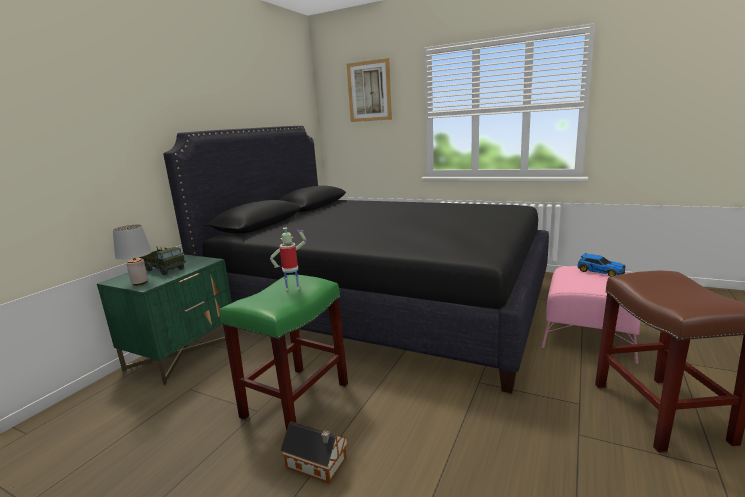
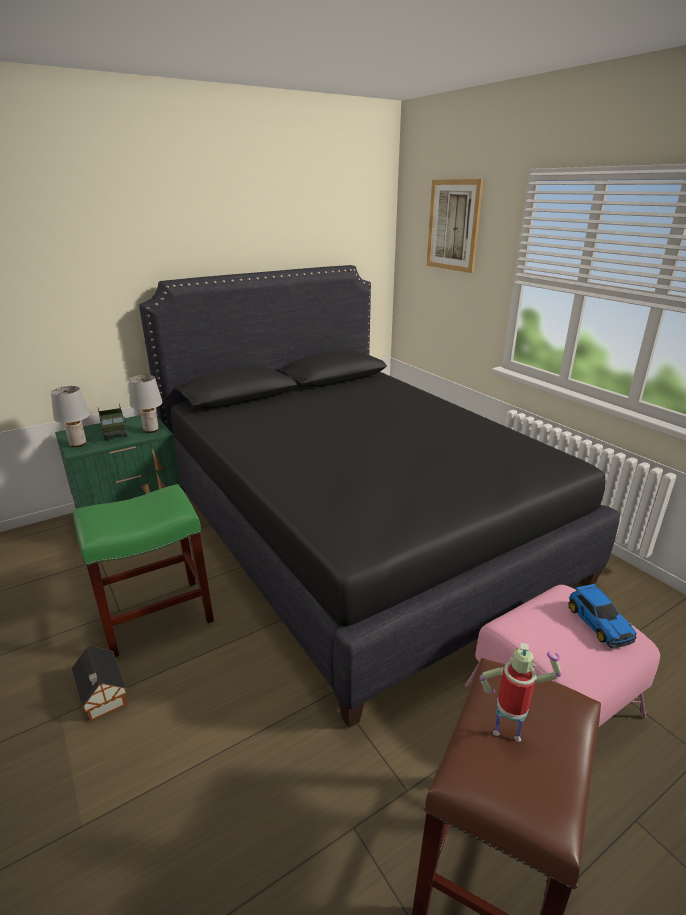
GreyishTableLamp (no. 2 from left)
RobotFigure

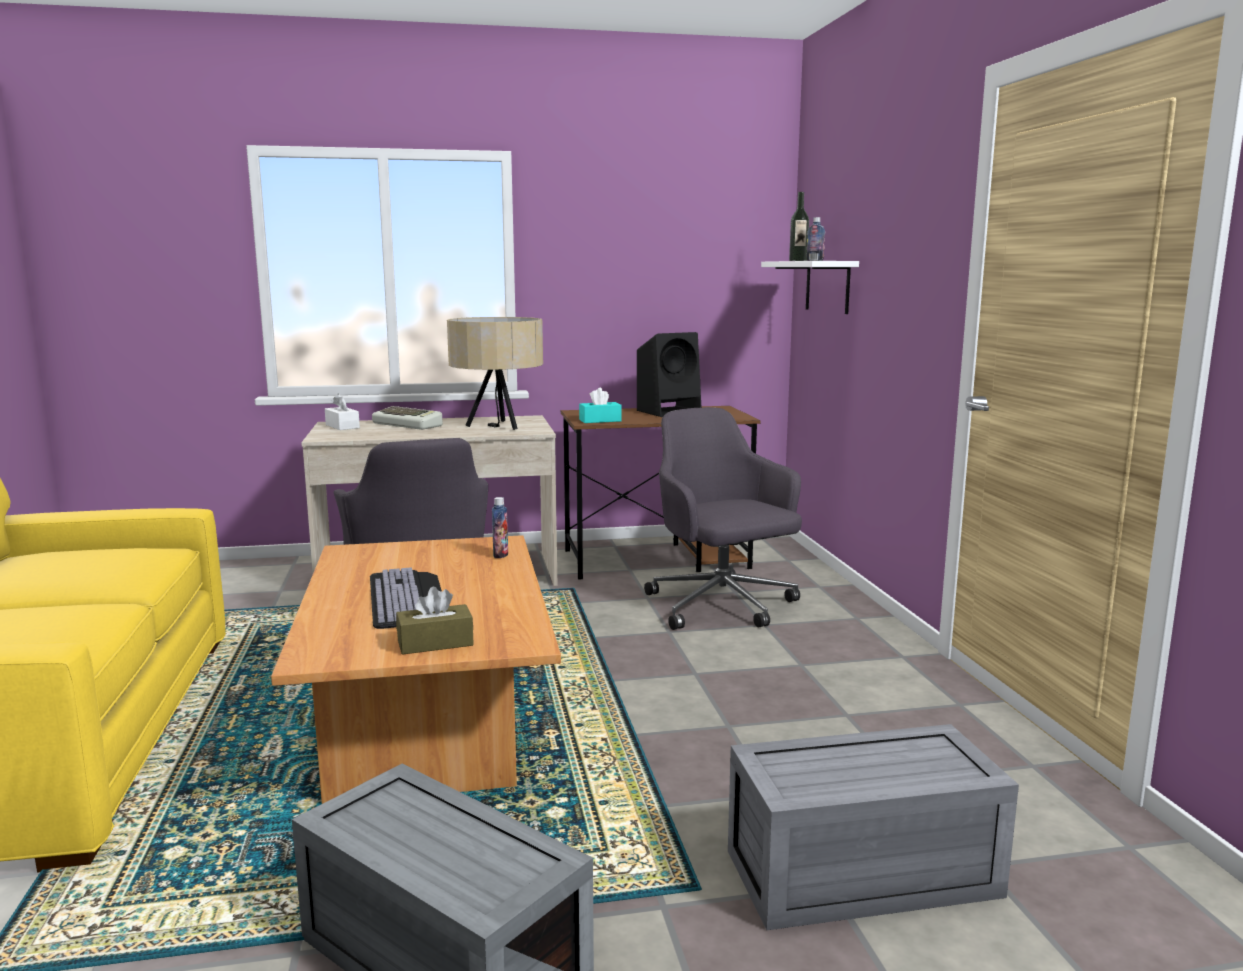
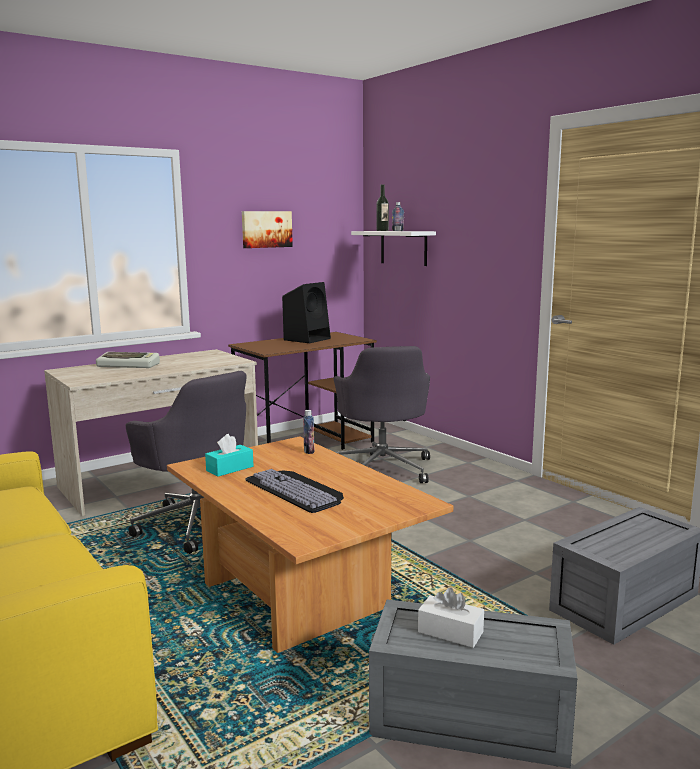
TurquoiseColouredTissueHolder
WallArt
GreyishOfficeChair (no. 2 from left)
WhitishTissueHolder
BrownColouredTissueHolder
BeigeTableLamp

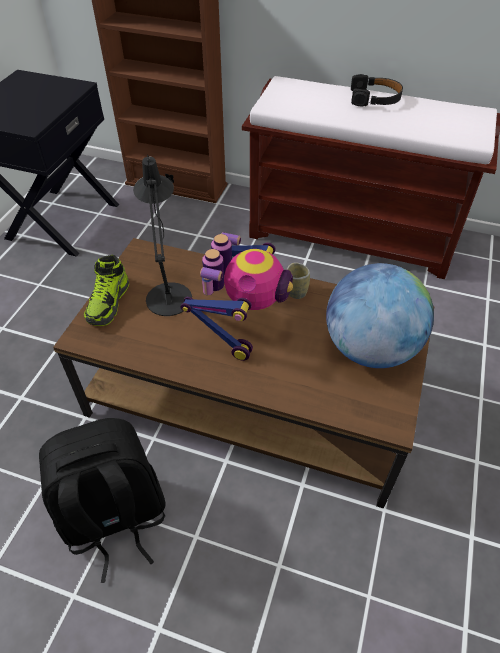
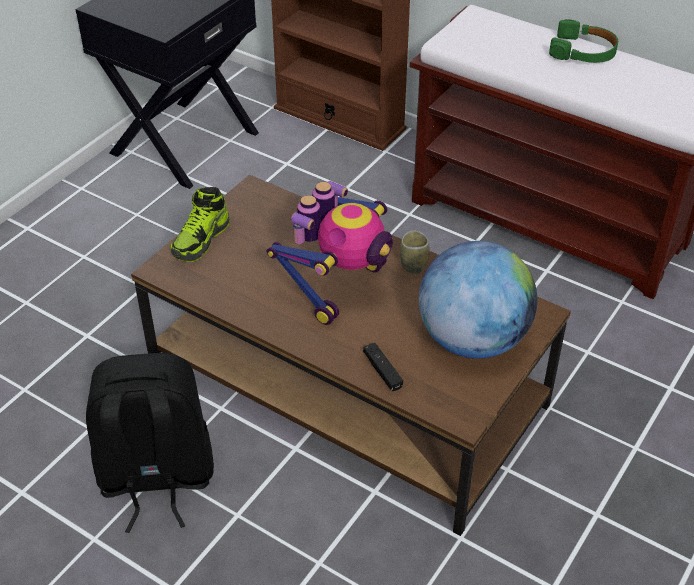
BlackishJoypad
GreenPairOfHeadphones
BlackishTableLamp

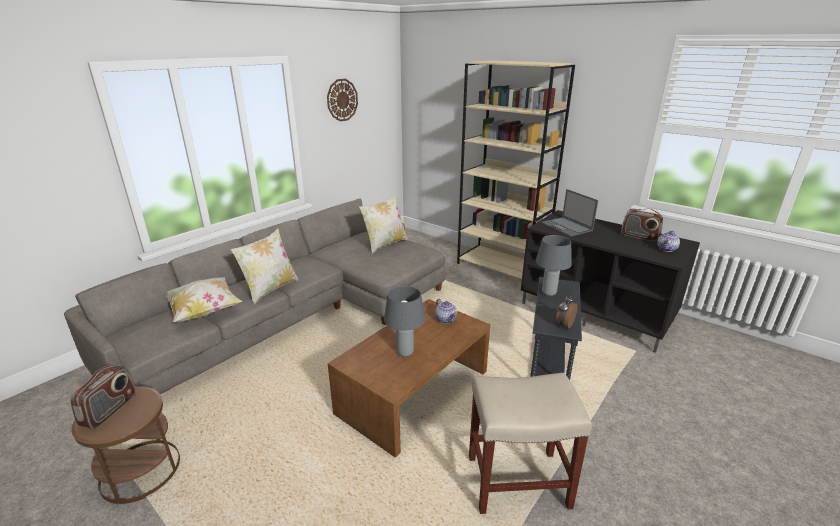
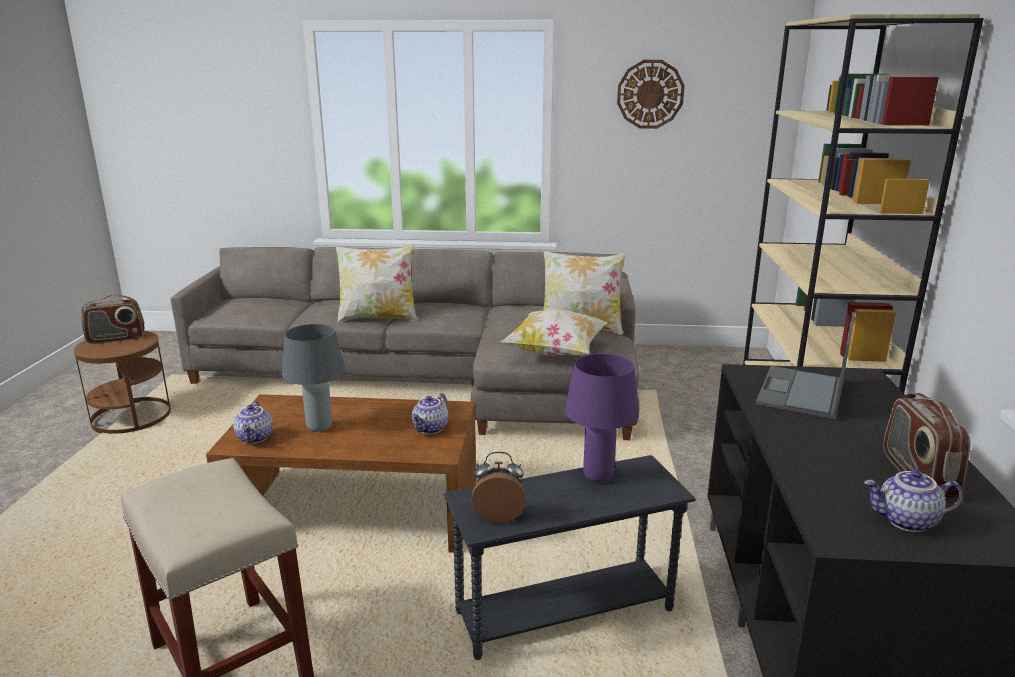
TeaPot (no. 1 from left)
Cushion (no. 2 from left)
PurpleColouredTableLamp

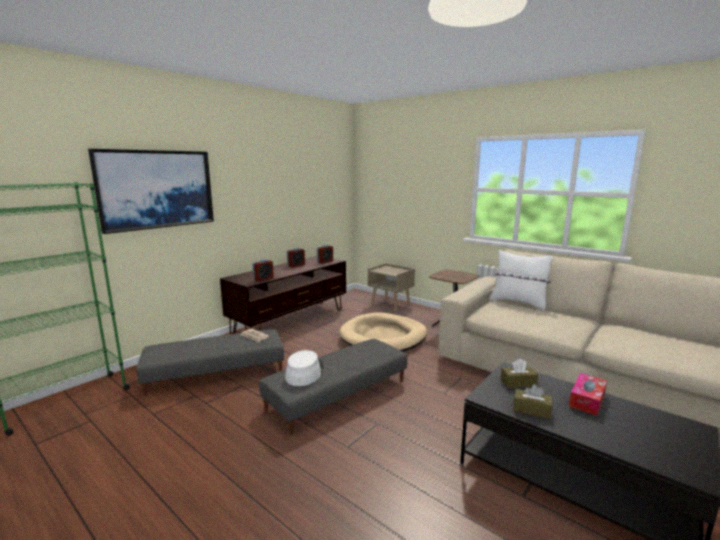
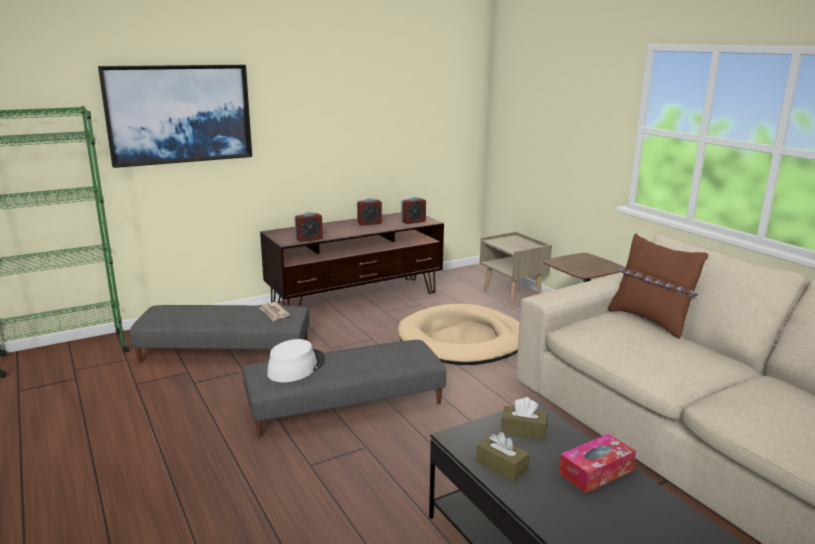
BrownColouredCushion

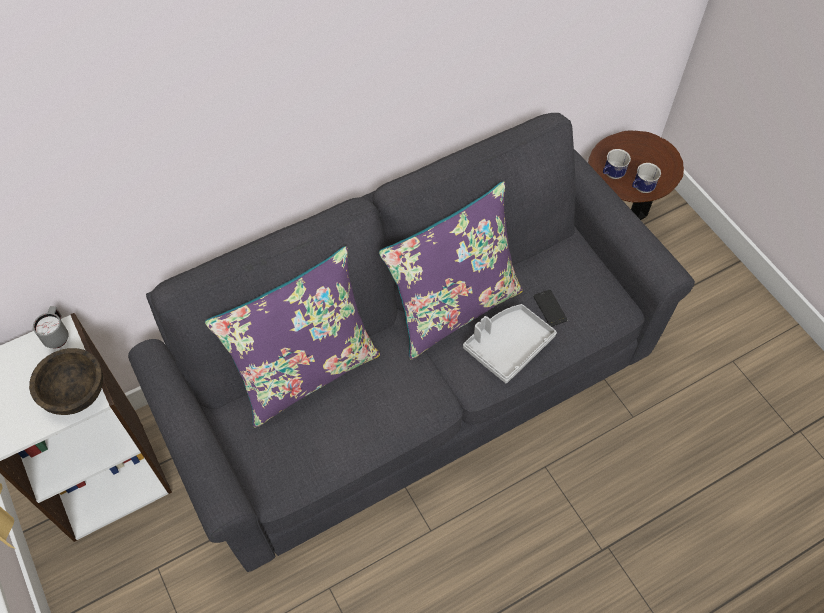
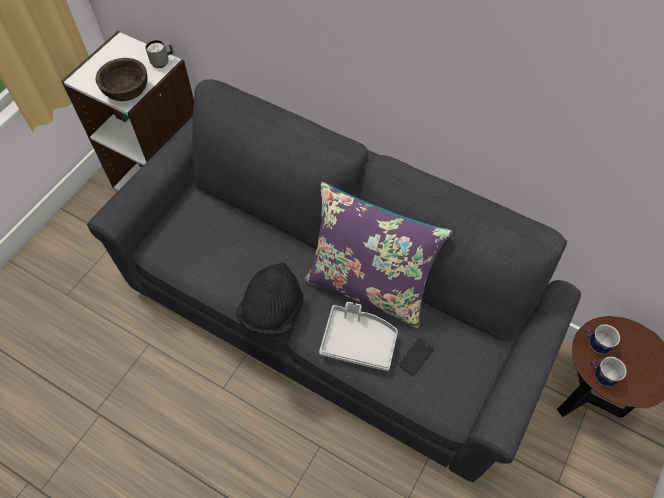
BlackishWearableHat
PurpleColouredCushion (no. 1 from left in the first image)

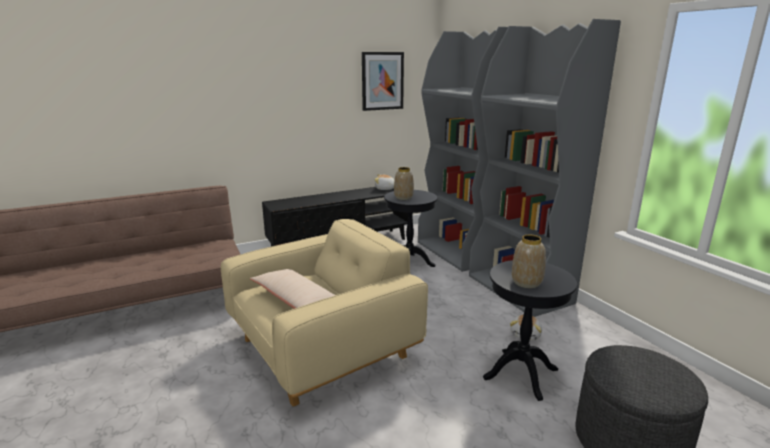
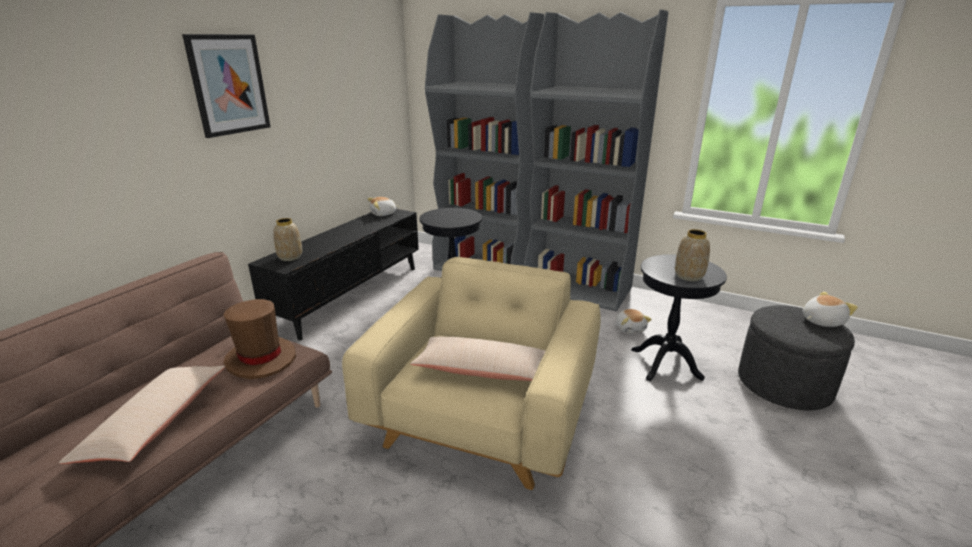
BeigeCushion (no. 1 from left)
WallArt
BrownColouredWearableHat
Vase (no. 1 from left)
SoftToy (no. 3 from left)

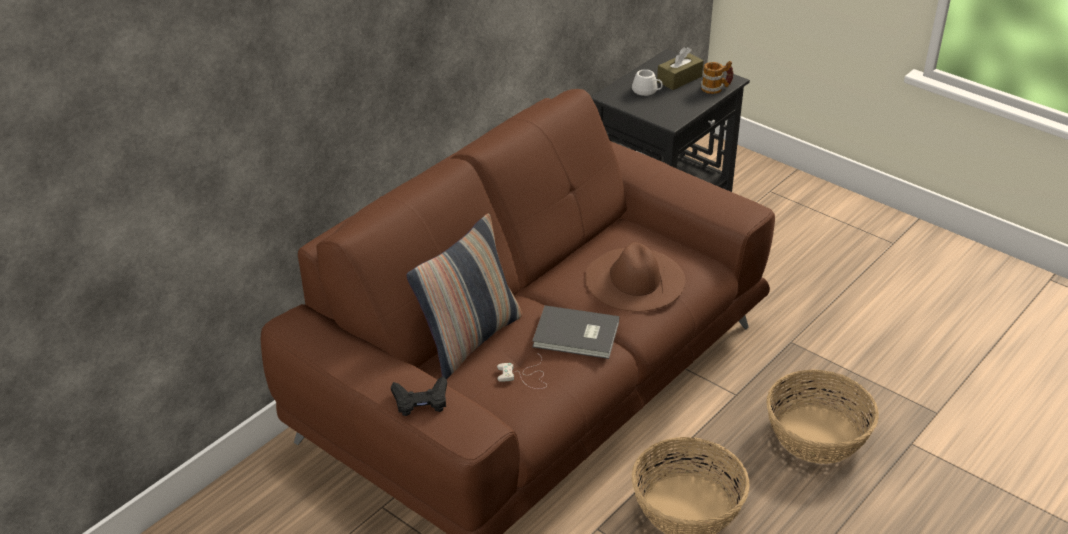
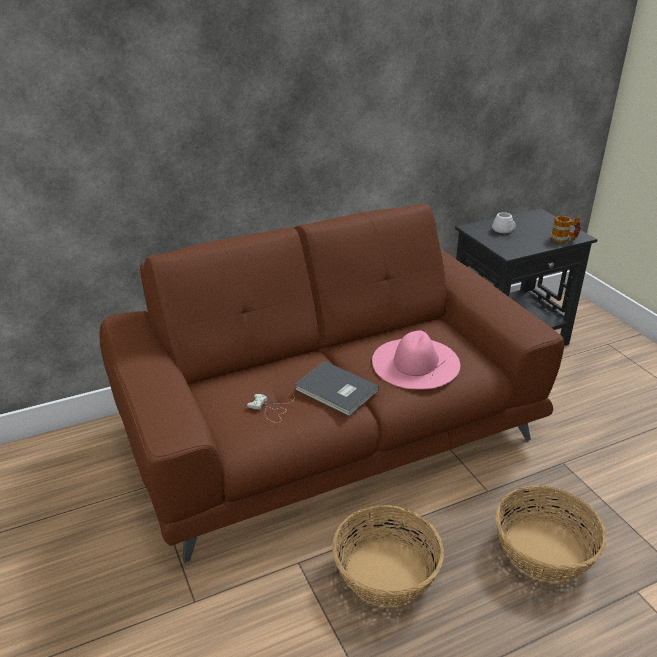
PinkWearableHat
BlackishJoypad
Cushion
BrownColouredTissueHolder

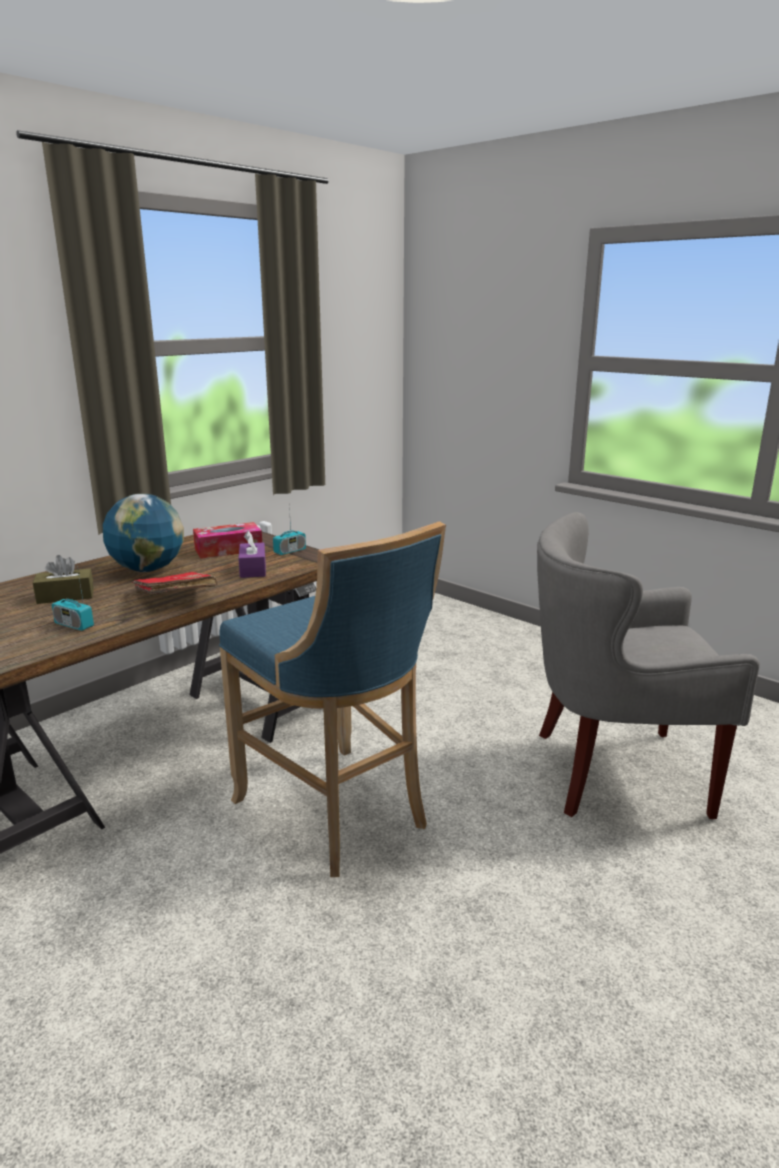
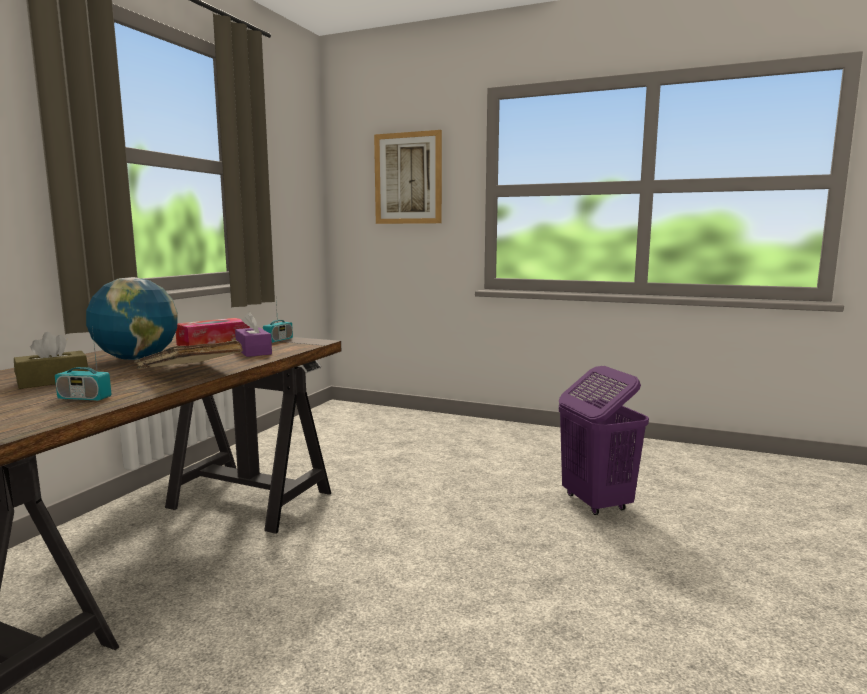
BeigeBoundBook
WallArt
PurpleColouredWashingBasket
BluishSittingStool

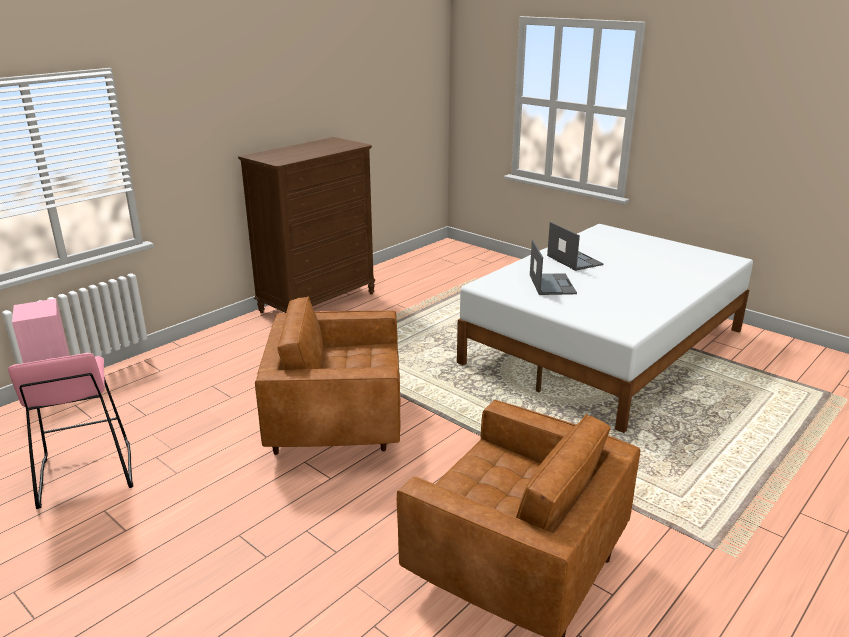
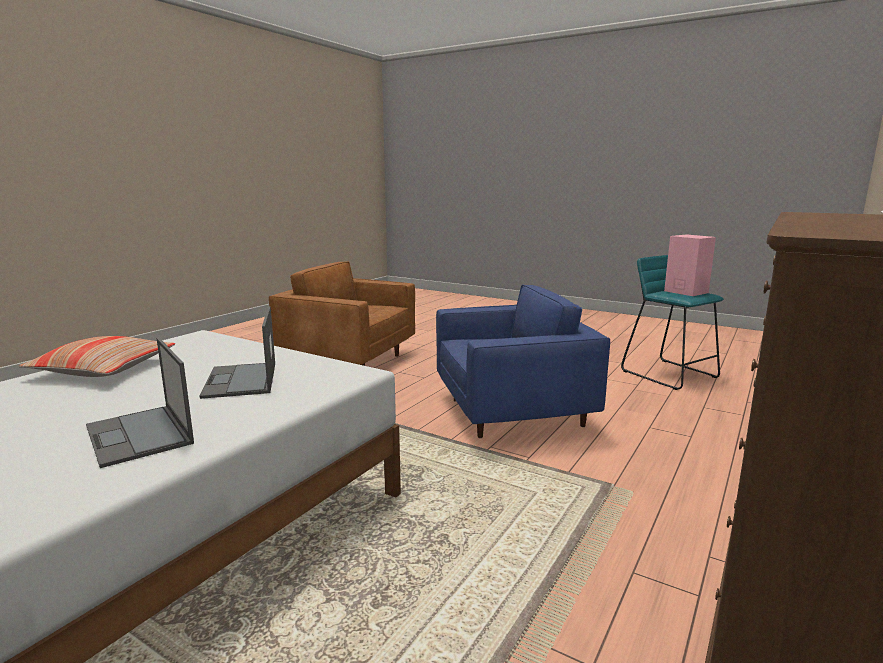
Cushion
BluishEasyChair
TurquoiseColouredSittingStool

